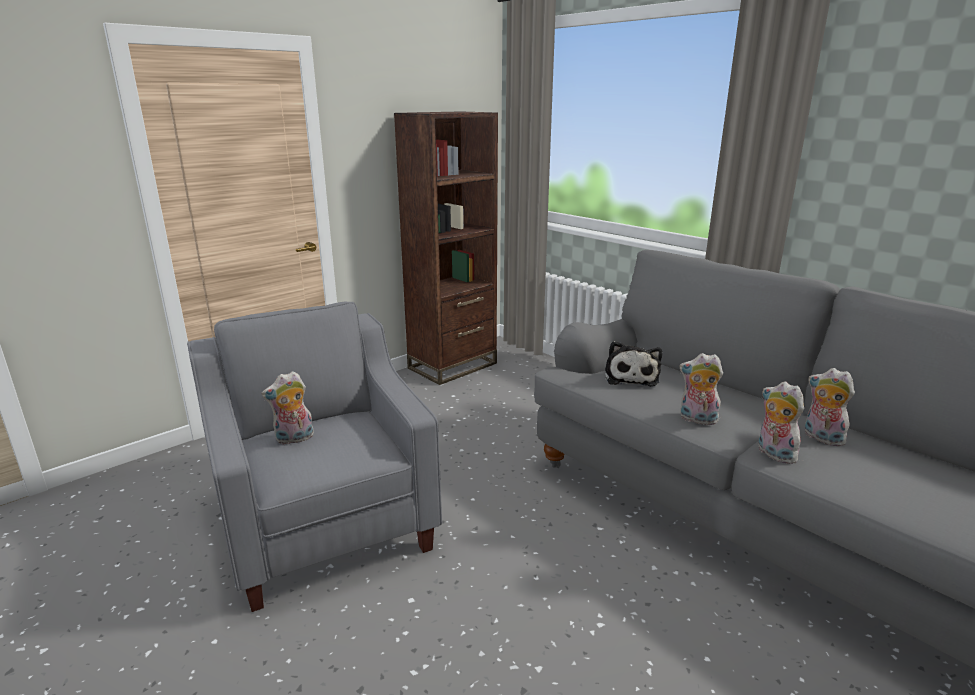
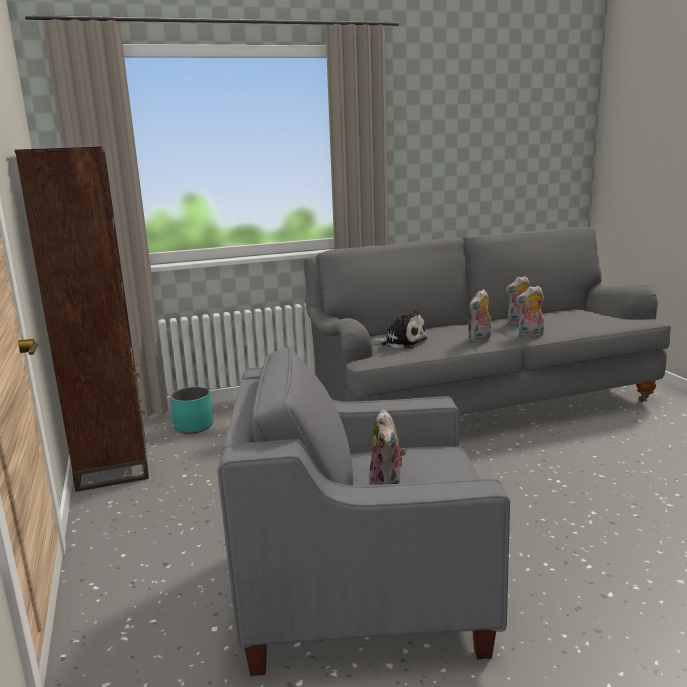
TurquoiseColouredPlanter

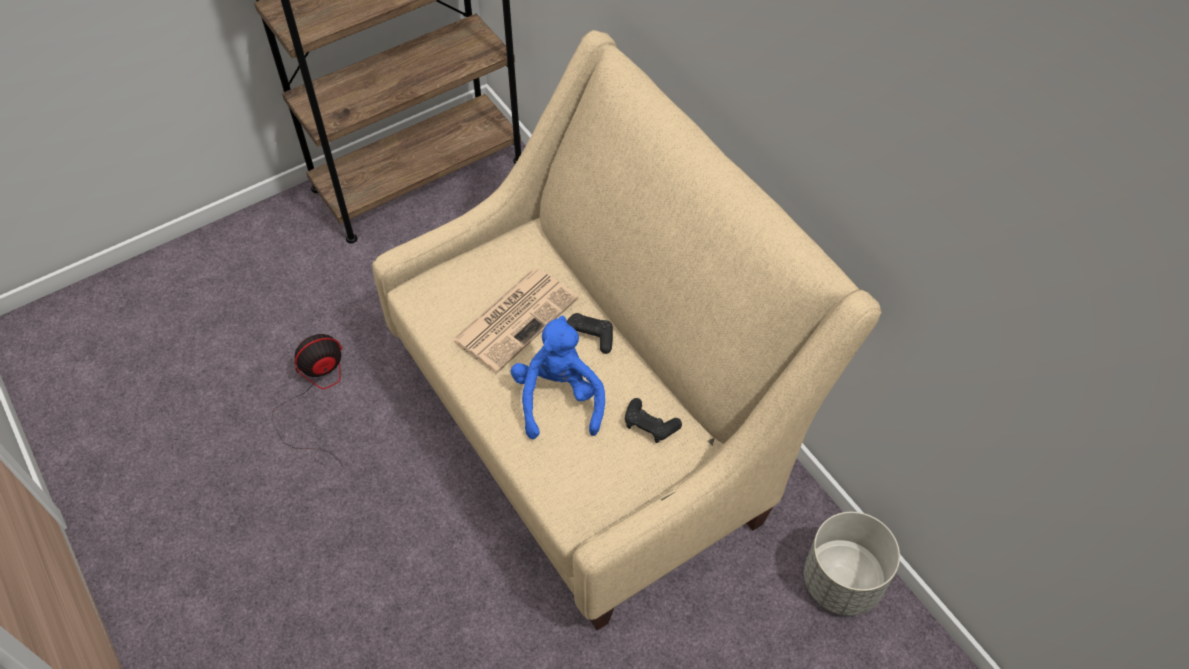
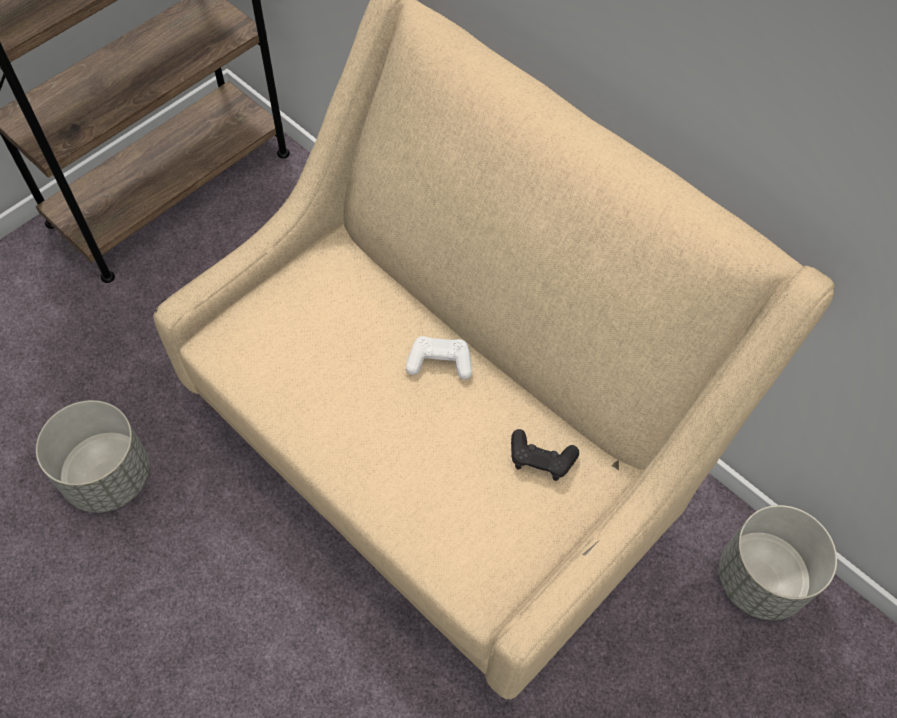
GreyishPlanter (no. 1 from left)
WhitishJoypad
DailyPaper
BluishSoftToy

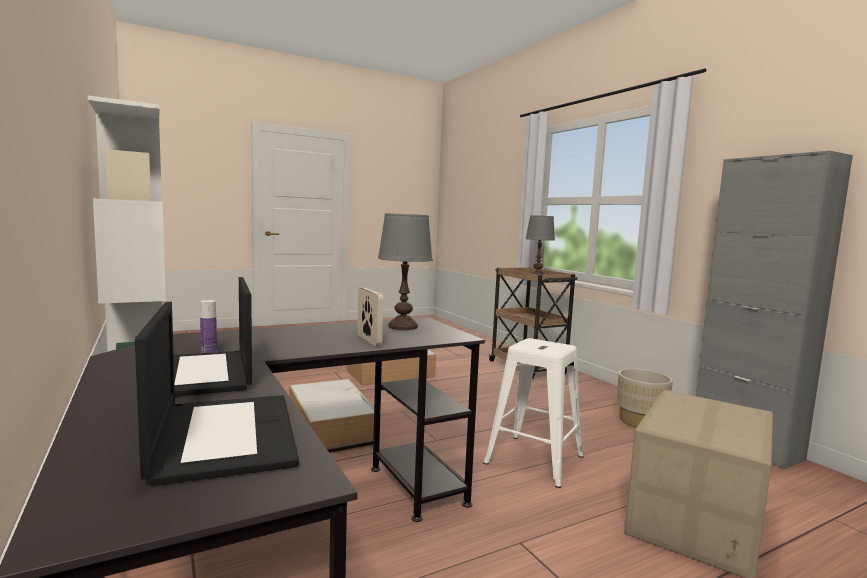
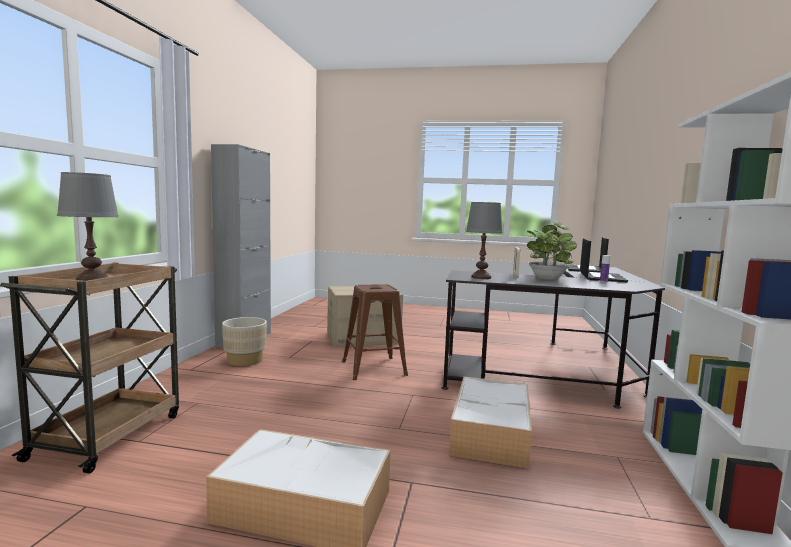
BrownColouredSittingStool
PottedPlant

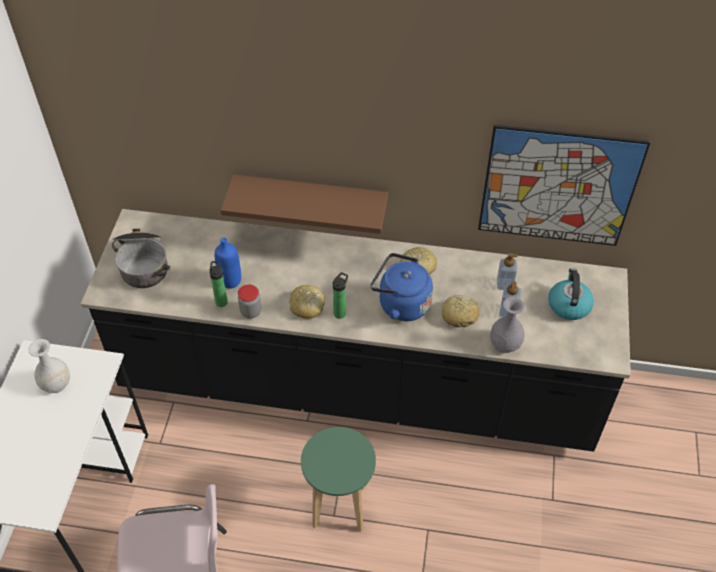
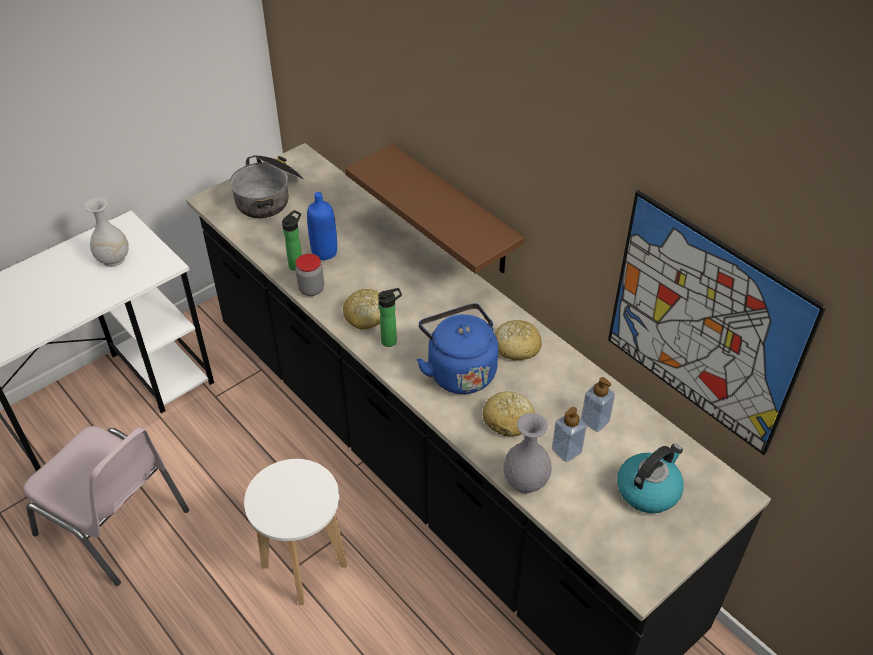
WhitishSittingStool

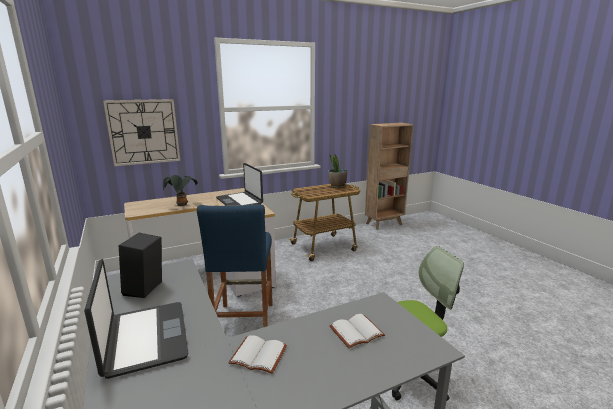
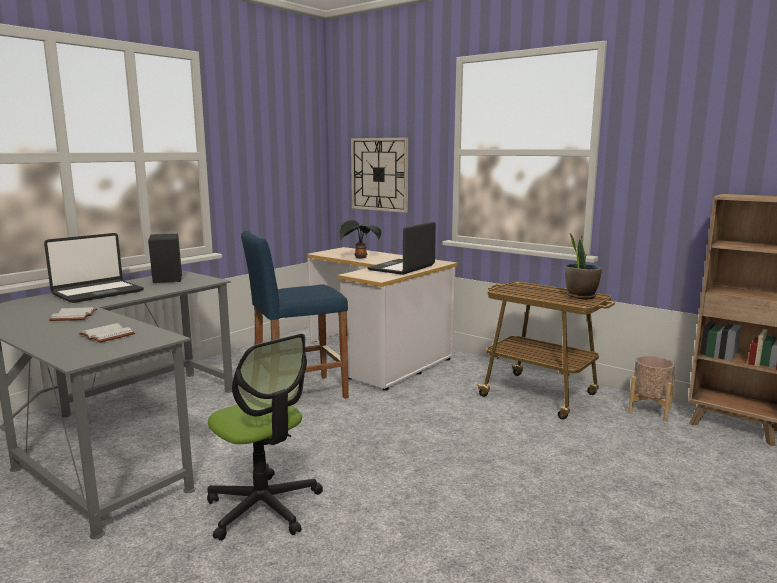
BeigePlanter

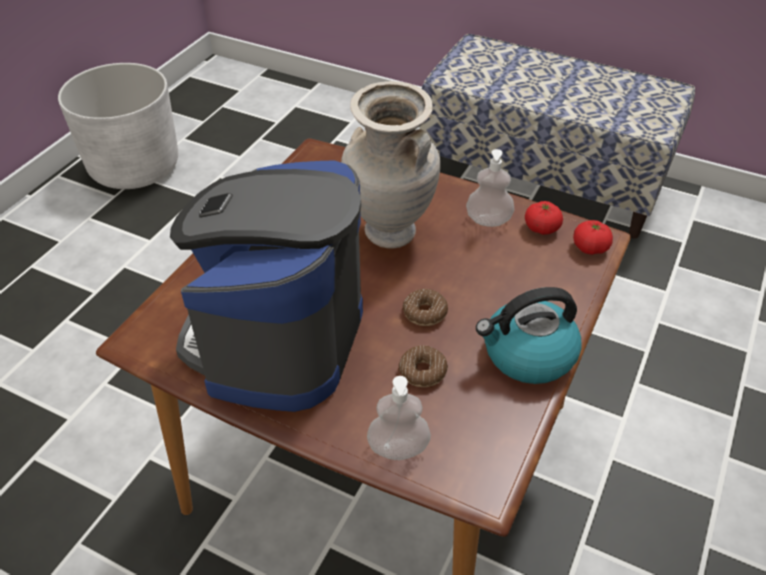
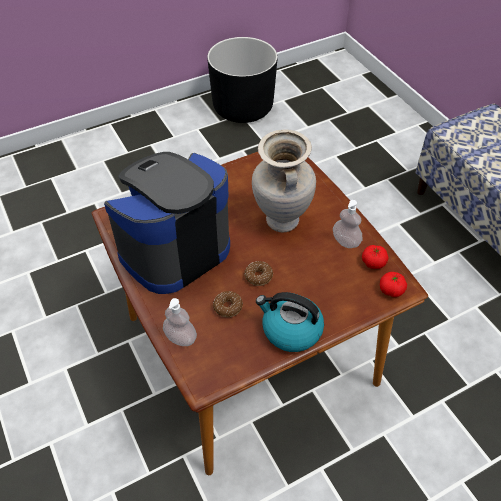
BlackishPlanter

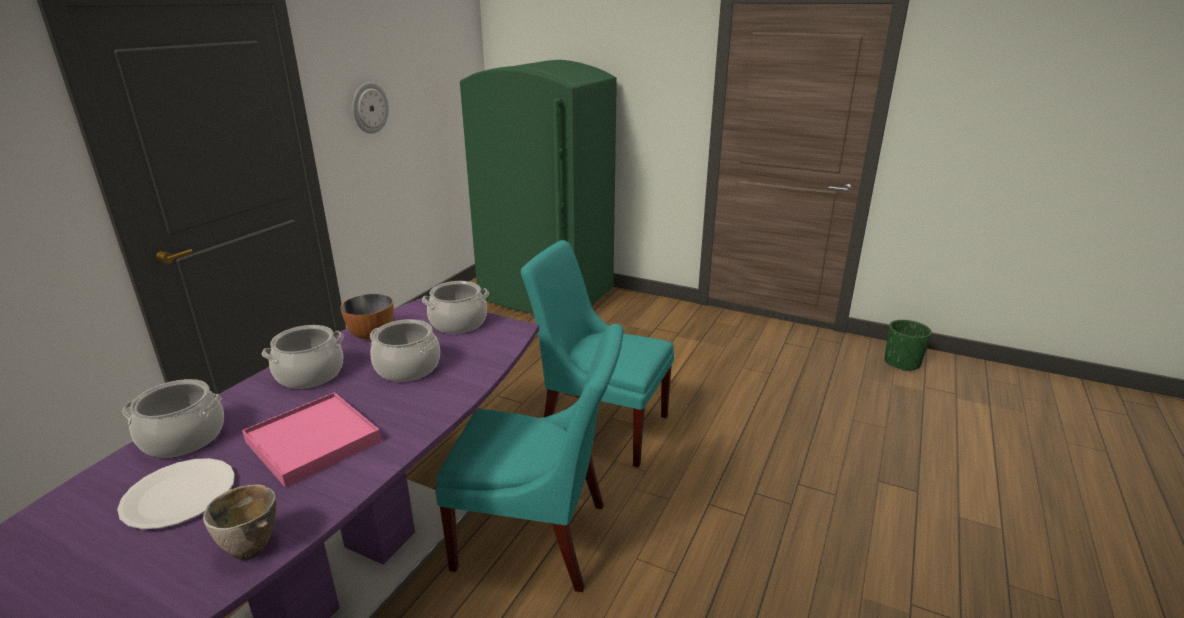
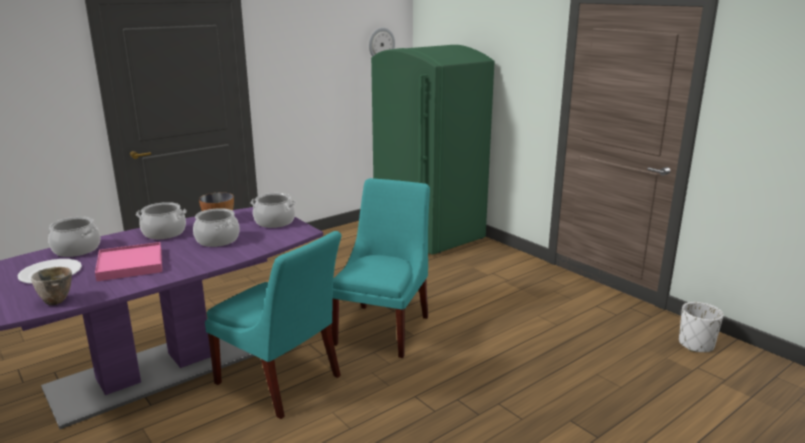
TurquoiseColouredPlainChair (no. 2 from left)
ClockOnTheWall
WhitishPlanter

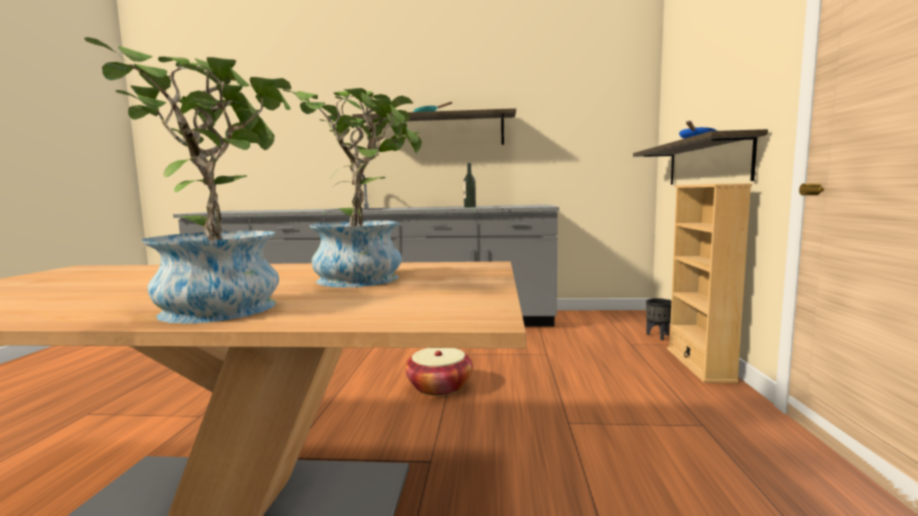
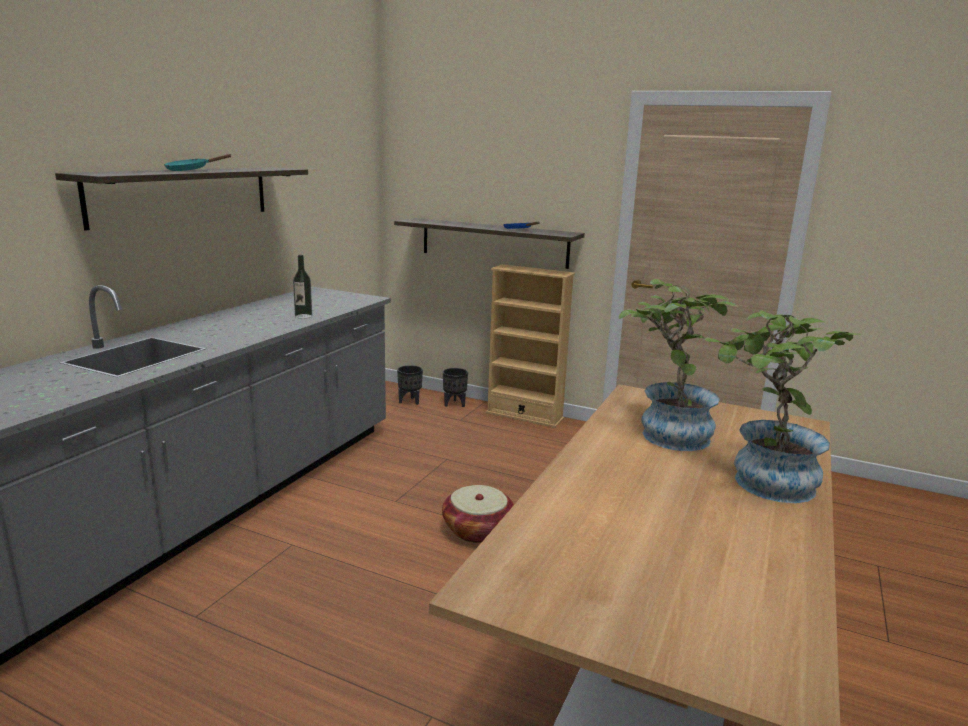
BlackishPlanter (no. 1 from left)

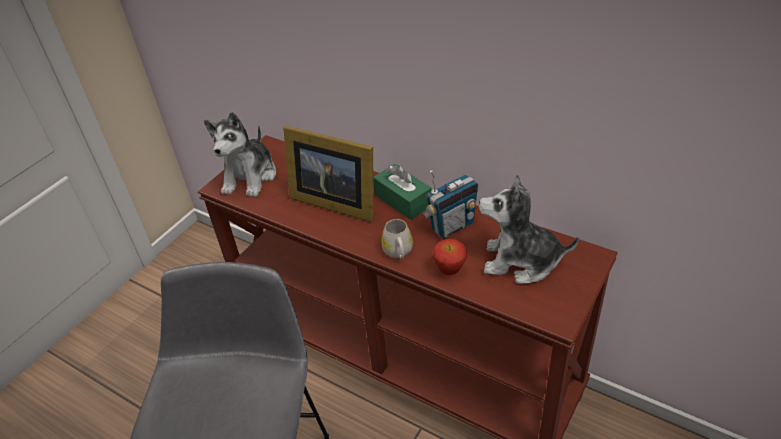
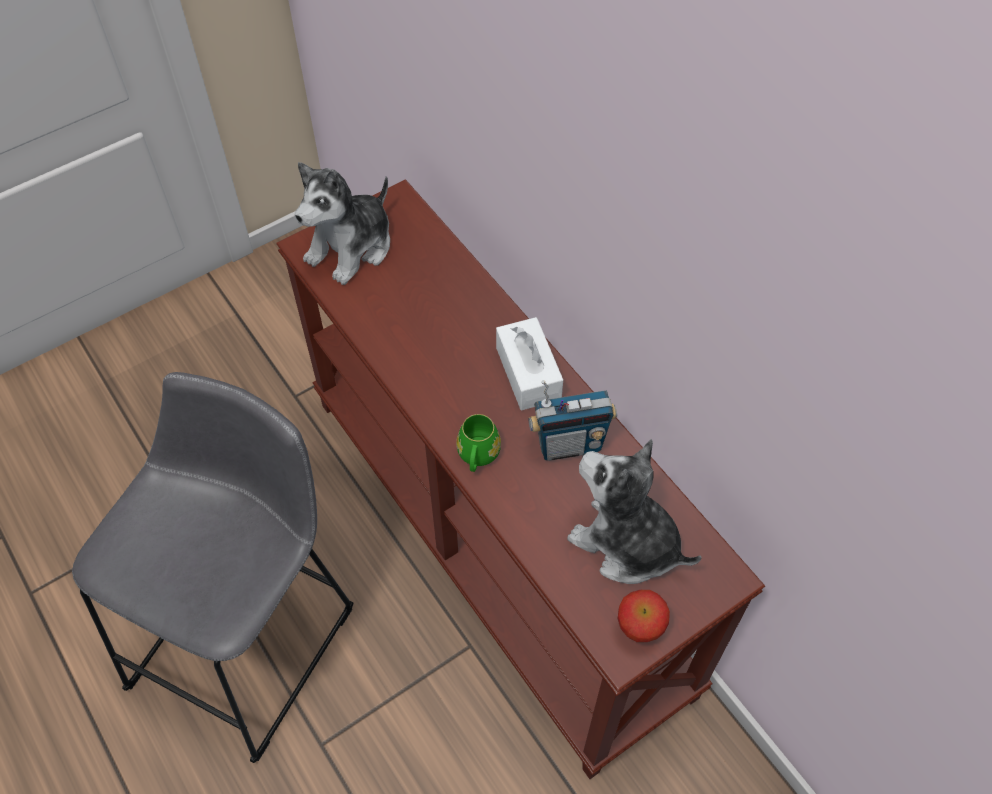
GreenCoffeeMug
WhitishTissueHolder
Apple
PhotoFrame

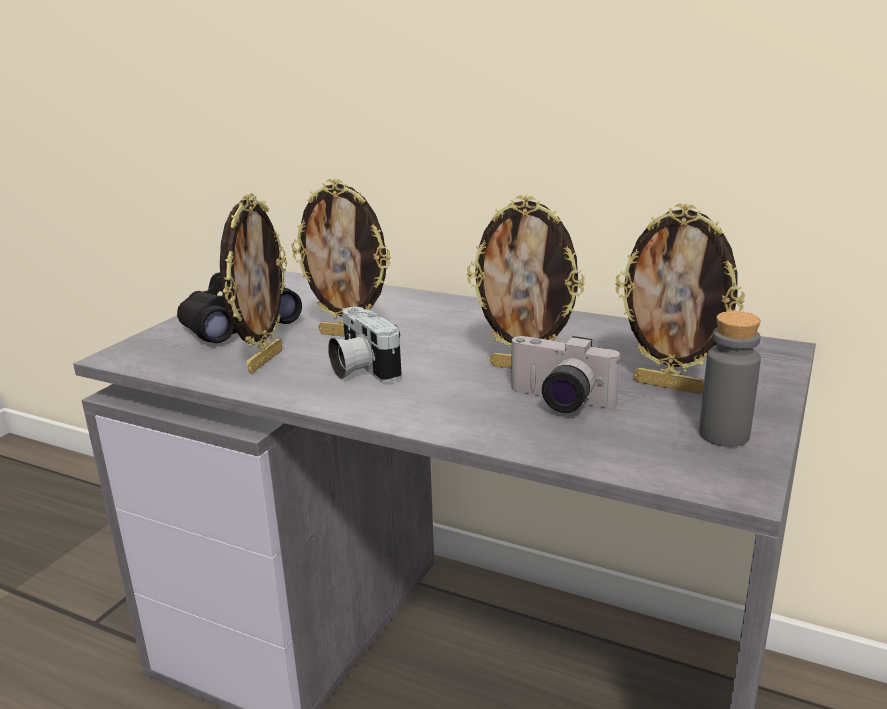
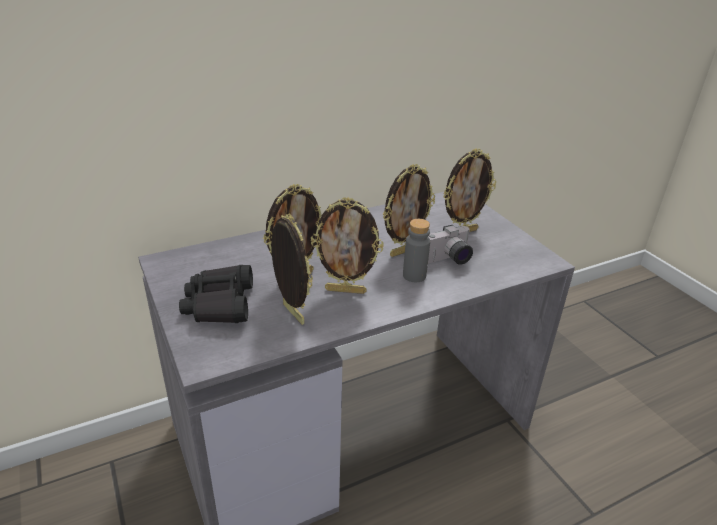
PhotoFrame (no. 3 from left)
GreyishBeverageBottle

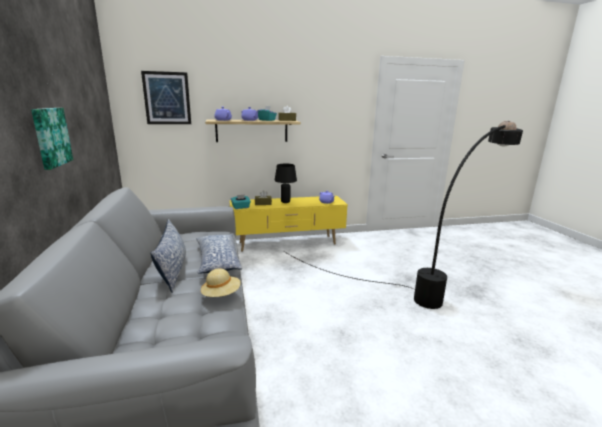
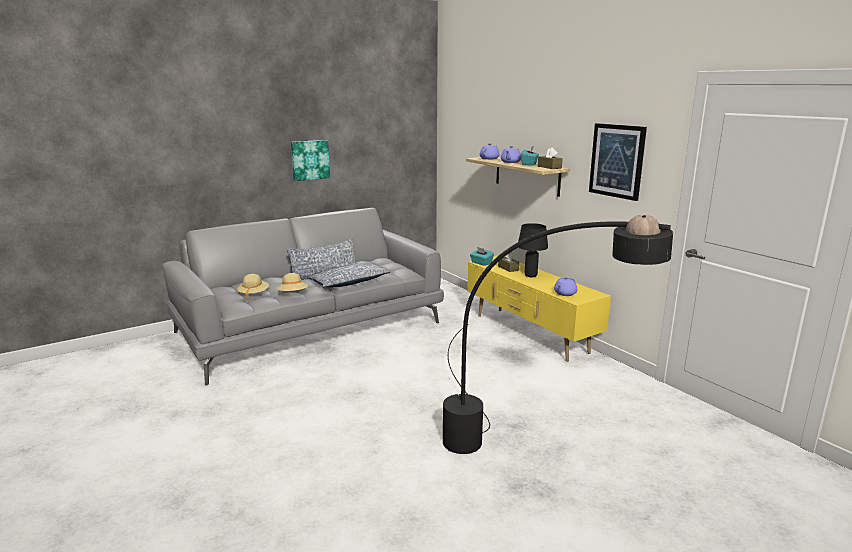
BeigeWearableHat (no. 1 from left)
WallArt (no. 2 from left)

